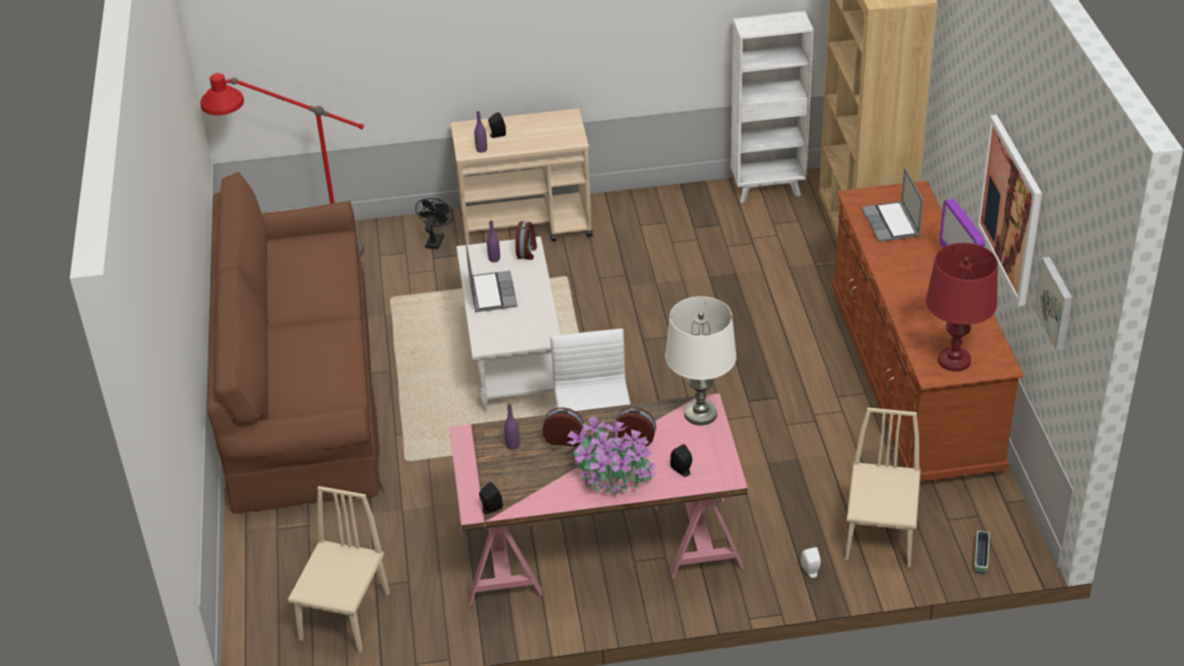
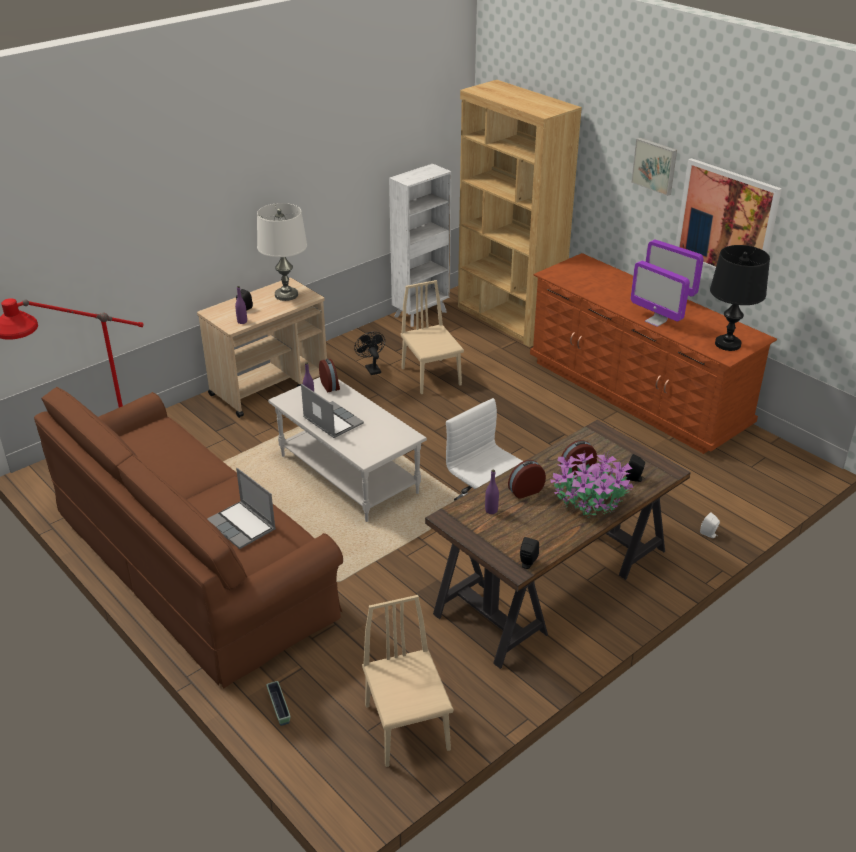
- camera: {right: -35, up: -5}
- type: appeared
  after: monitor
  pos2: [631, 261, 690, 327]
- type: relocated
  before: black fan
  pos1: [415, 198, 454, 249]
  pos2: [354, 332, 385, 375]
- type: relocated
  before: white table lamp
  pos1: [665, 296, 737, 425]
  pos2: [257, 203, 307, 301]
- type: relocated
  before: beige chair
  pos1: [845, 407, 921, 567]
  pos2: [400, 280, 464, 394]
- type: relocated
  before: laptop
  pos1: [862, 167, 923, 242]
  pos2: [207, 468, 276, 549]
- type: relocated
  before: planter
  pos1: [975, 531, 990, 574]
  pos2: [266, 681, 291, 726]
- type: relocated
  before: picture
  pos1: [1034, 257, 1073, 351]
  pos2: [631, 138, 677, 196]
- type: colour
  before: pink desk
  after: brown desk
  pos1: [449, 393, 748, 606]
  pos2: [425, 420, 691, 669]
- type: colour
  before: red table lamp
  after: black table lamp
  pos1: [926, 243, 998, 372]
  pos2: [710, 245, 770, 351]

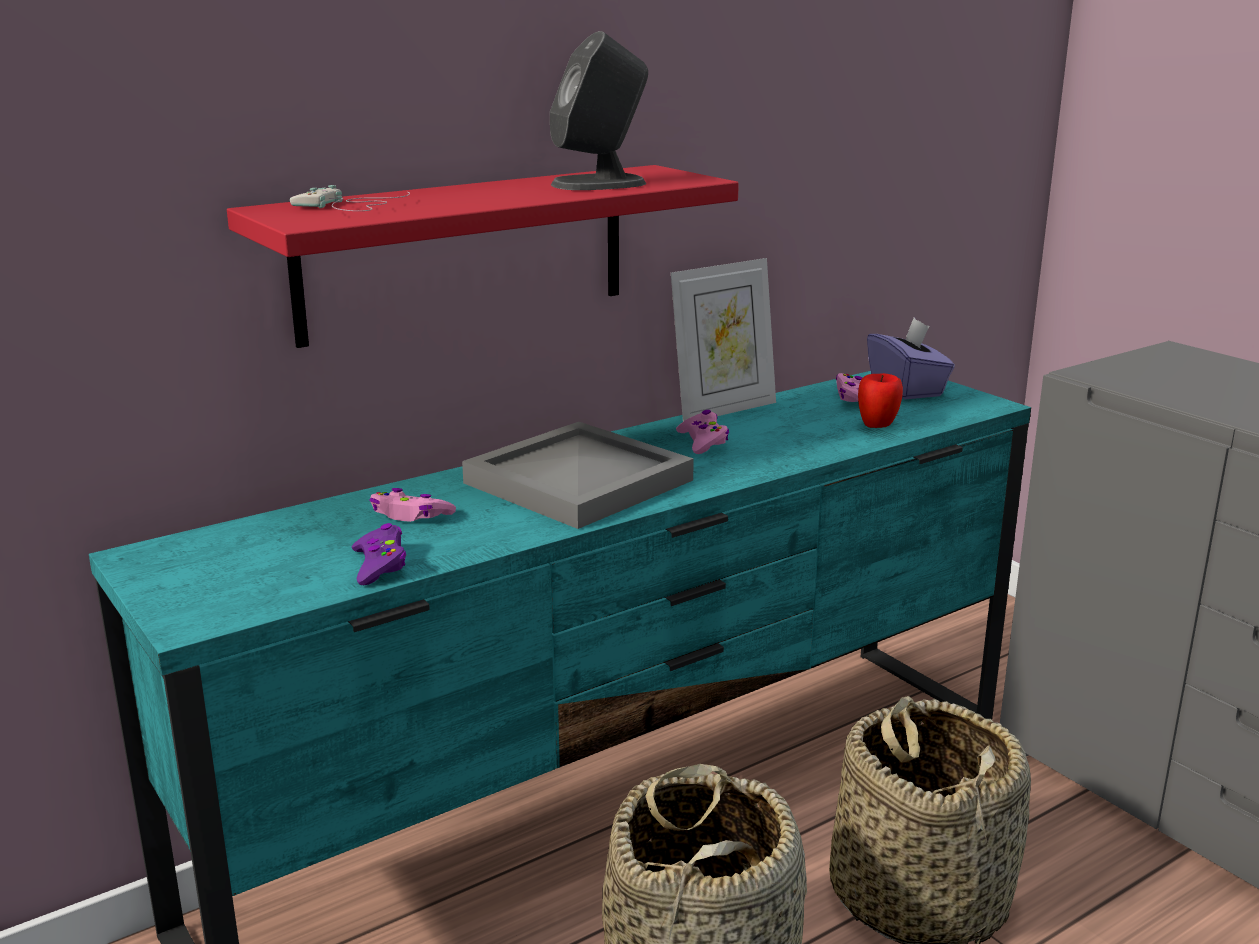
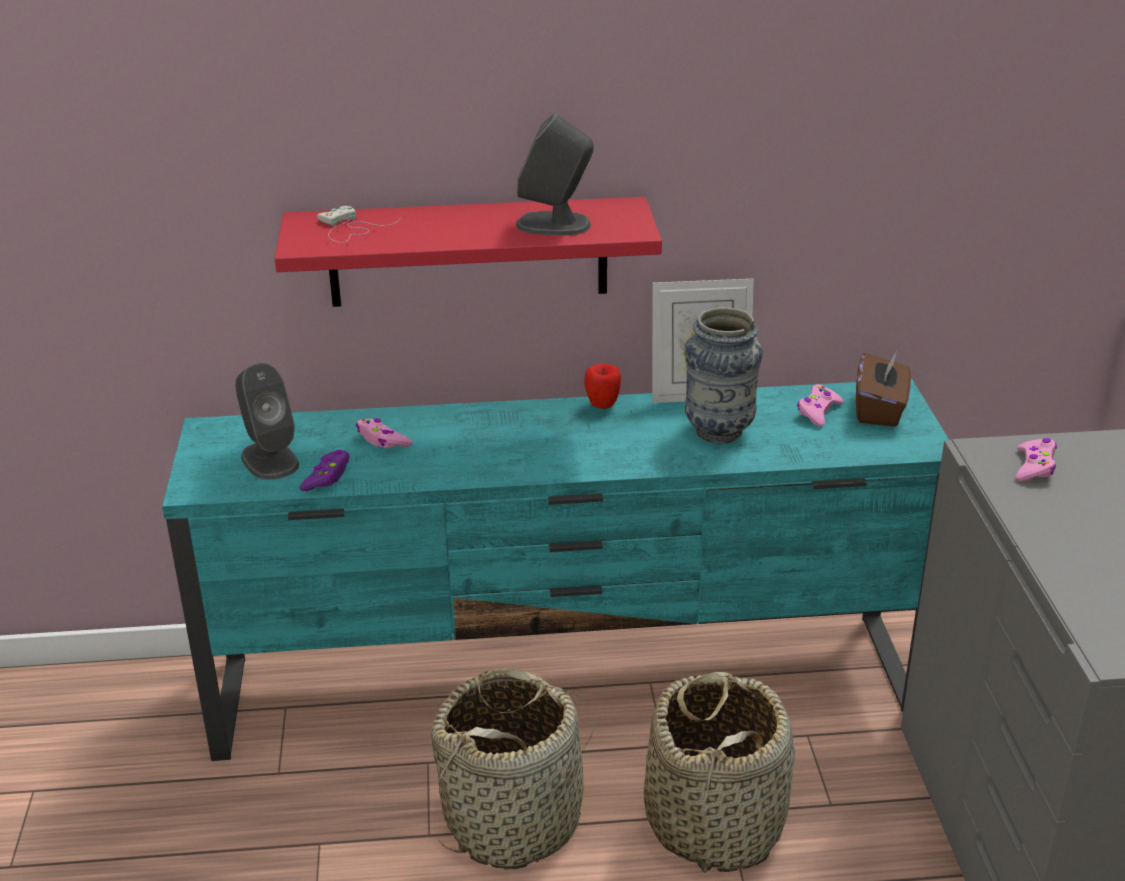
- camera: {right: 30, up: 10}
- type: missing
  before: grey tray
  pos1: [462, 422, 694, 529]
- type: appeared
  after: grey speaker
  pos2: [235, 363, 299, 480]
- type: appeared
  after: vase
  pos2: [685, 307, 763, 443]
- type: relocated
  before: pink game controller
  pos1: [676, 410, 729, 454]
  pos2: [1016, 438, 1057, 481]
- type: relocated
  before: apple
  pos1: [858, 373, 903, 428]
  pos2: [584, 363, 621, 409]
- type: colour
  before: purple tissue box
  after: brown tissue box
  pos1: [867, 318, 955, 399]
  pos2: [856, 349, 911, 427]

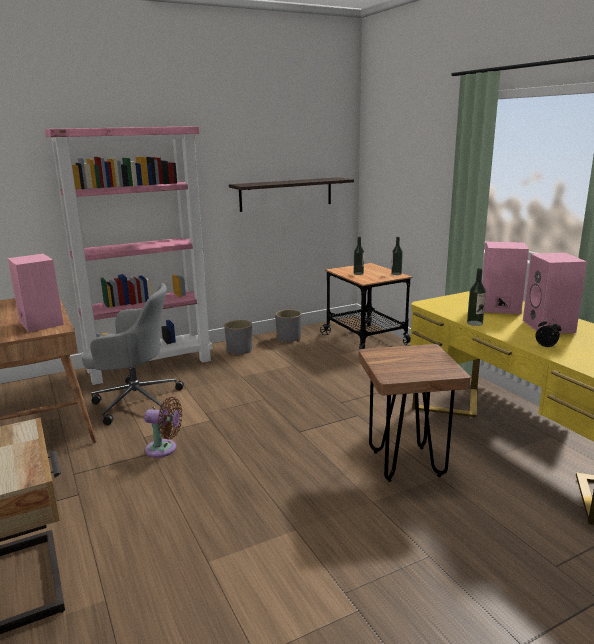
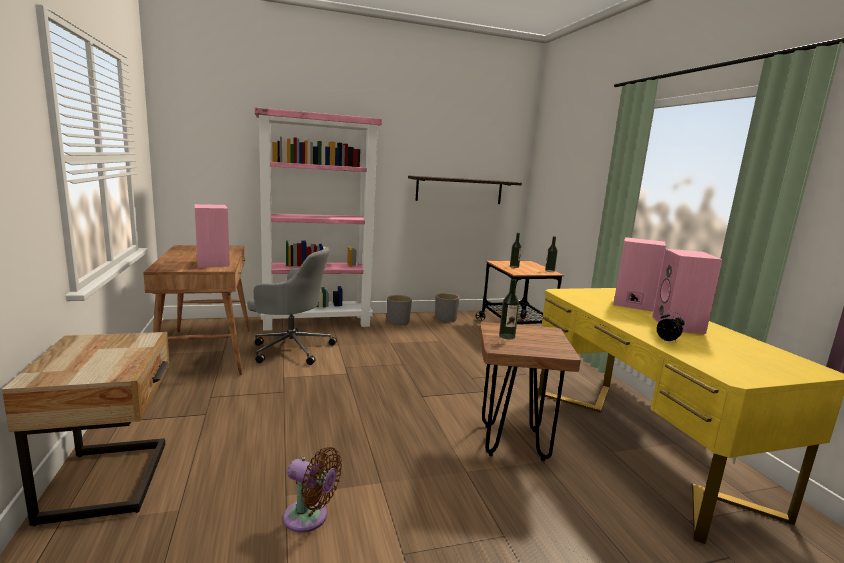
- camera: {right: 10, up: -5}
- type: relocated
  before: brown fan
  pos1: [144, 397, 182, 458]
  pos2: [283, 447, 342, 533]
- type: relocated
  before: bottle
  pos1: [467, 268, 486, 326]
  pos2: [499, 279, 519, 339]

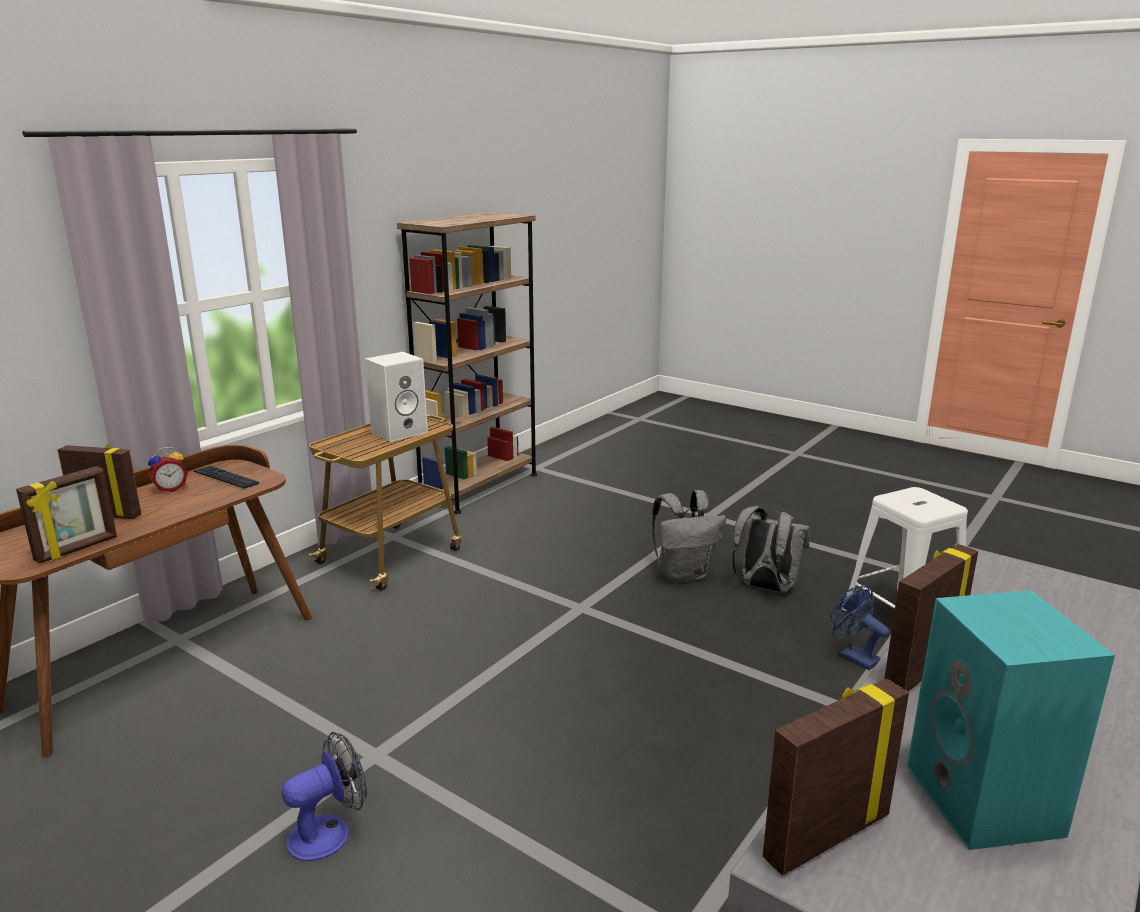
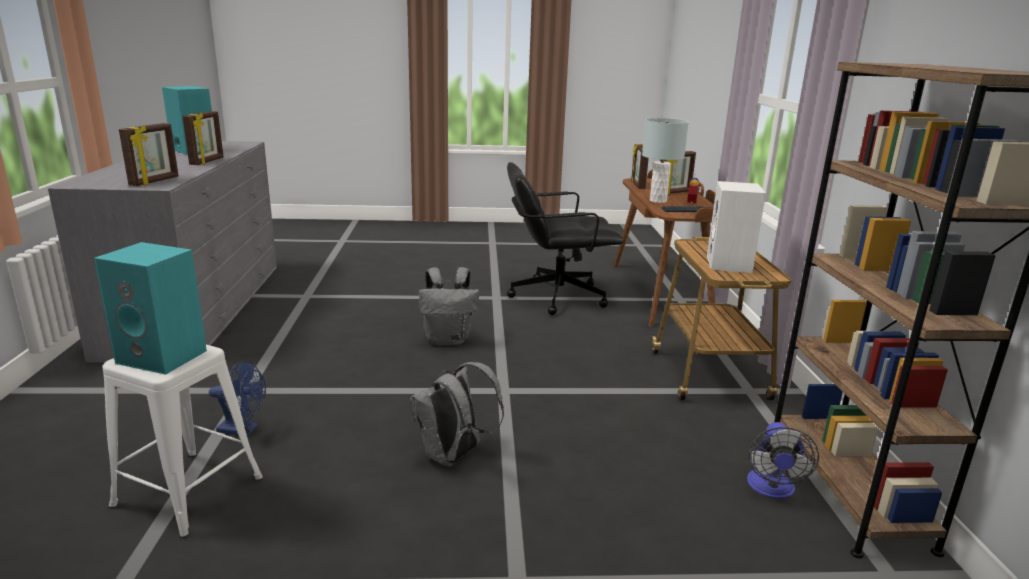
- camera: {right: 140, up: 0}
- type: appeared
  after: turquoise speaker
  pos2: [94, 242, 207, 375]
- type: appeared
  after: black office chair
  pos2: [507, 162, 624, 315]
- type: appeared
  after: grey table lamp
  pos2: [642, 118, 689, 203]
- type: relocated
  before: fan
  pos1: [282, 732, 367, 861]
  pos2: [747, 422, 819, 499]
- type: relocated
  before: grey backpack
  pos1: [732, 506, 810, 593]
  pos2: [419, 267, 479, 346]
- type: relocated
  before: picture frame
  pos1: [763, 679, 909, 876]
  pos2: [119, 123, 179, 186]

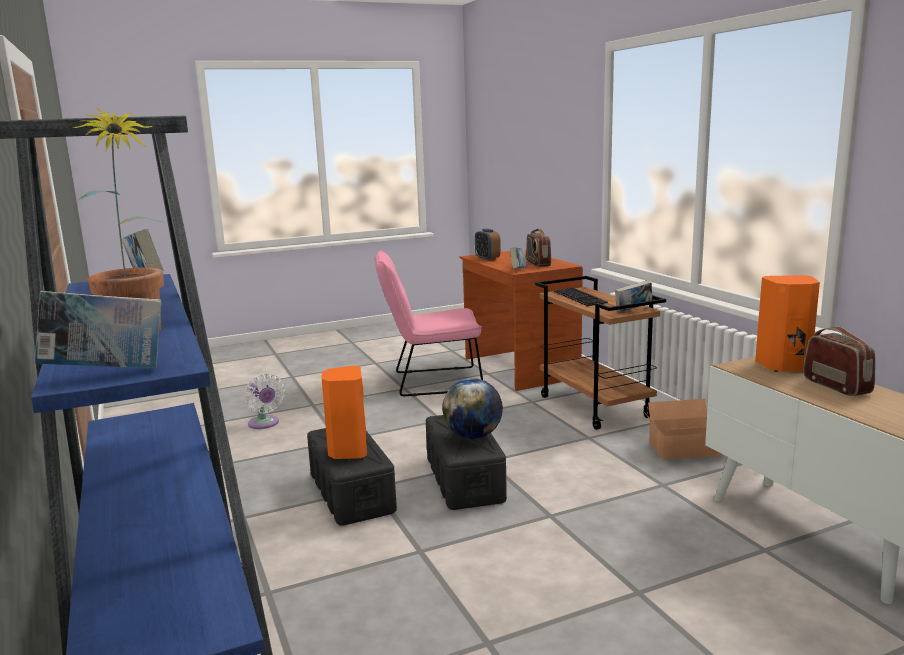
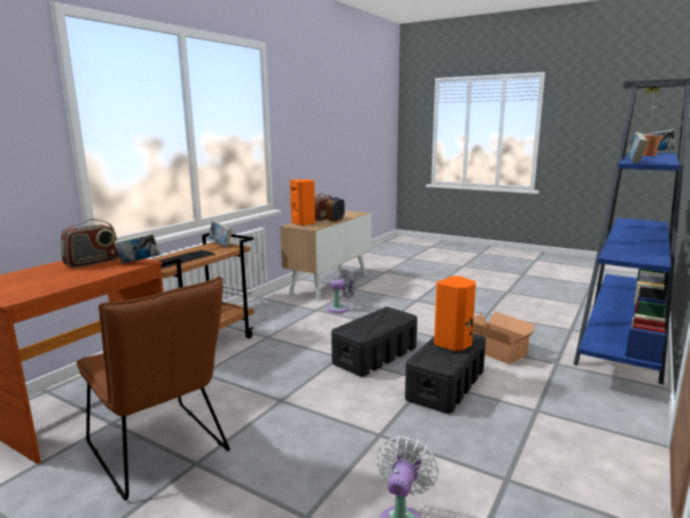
- camera: {right: -125, up: 0}
- type: missing
  before: globe
  pos1: [442, 378, 503, 439]
- type: appeared
  after: grey fan
  pos2: [328, 269, 356, 313]
- type: relocated
  before: alarm clock
  pos1: [475, 229, 501, 261]
  pos2: [326, 197, 345, 222]
- type: relocated
  before: cardboard box
  pos1: [644, 399, 723, 460]
  pos2: [473, 311, 536, 364]
- type: colour
  before: pink chair
  after: brown chair
  pos1: [375, 250, 483, 396]
  pos2: [76, 276, 230, 500]

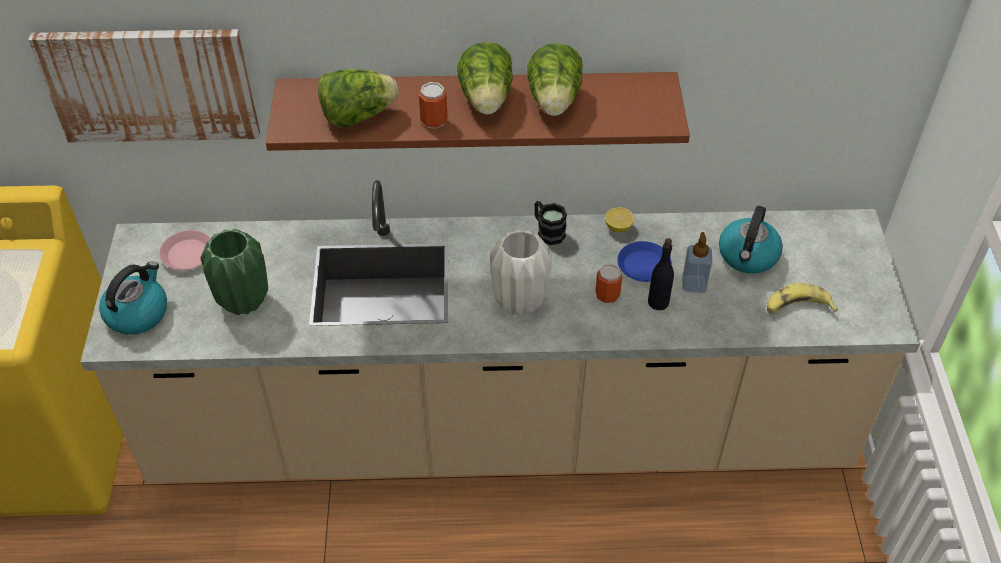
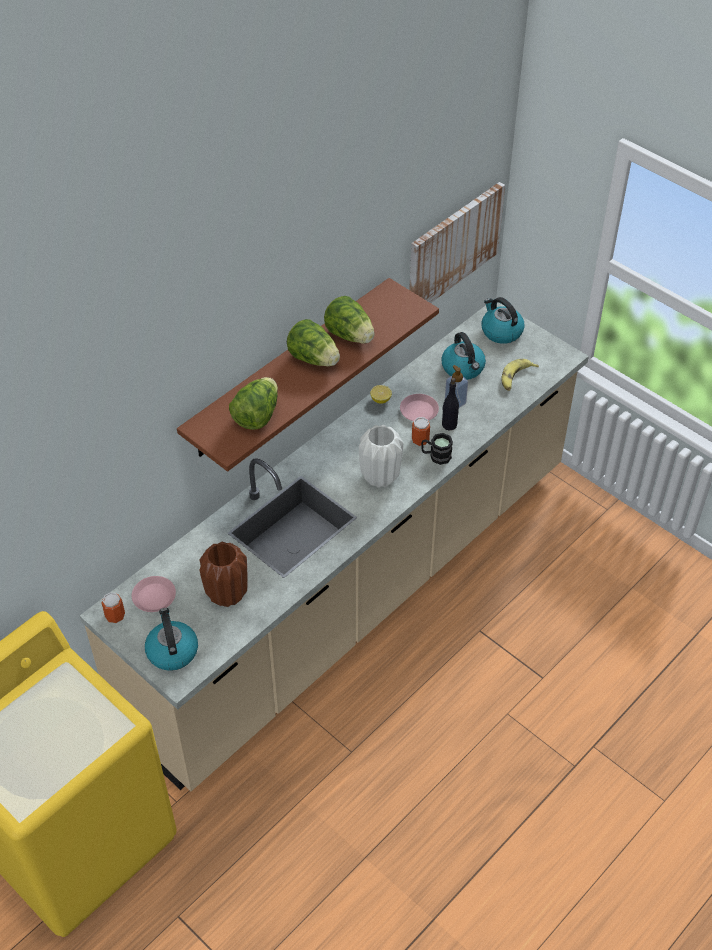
- camera: {right: -45, up: 0}
- type: appeared
  after: kettle
  pos2: [481, 297, 525, 344]
- type: relocated
  before: picture
  pos1: [28, 29, 260, 143]
  pos2: [409, 182, 505, 303]
- type: relocated
  before: can
  pos1: [419, 82, 448, 129]
  pos2: [102, 592, 125, 623]
- type: relocated
  before: black mug
  pos1: [535, 201, 567, 245]
  pos2: [421, 433, 453, 465]
- type: colour
  before: green vase
  after: brown vase
  pos1: [200, 229, 268, 315]
  pos2: [200, 542, 248, 607]
- type: colour
  before: blue plate
  after: pink plate
  pos1: [617, 241, 672, 282]
  pos2: [400, 394, 439, 421]

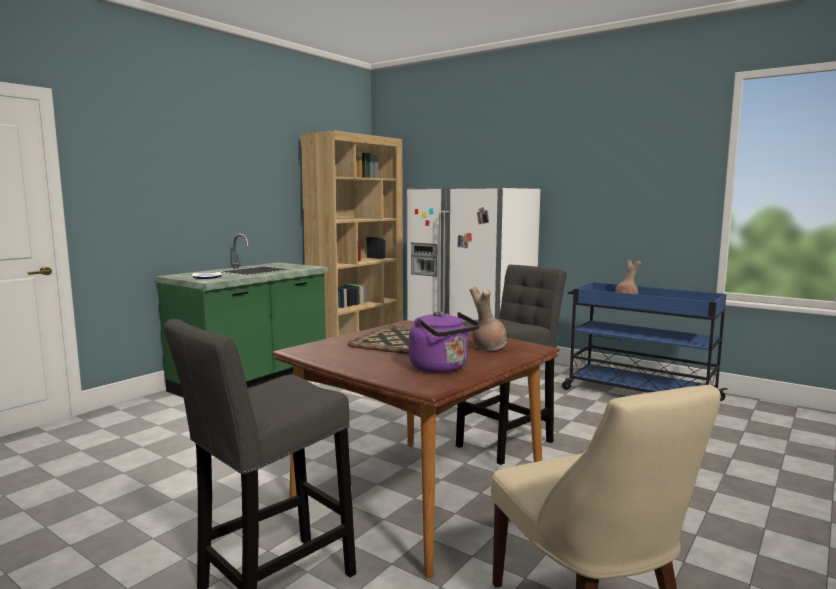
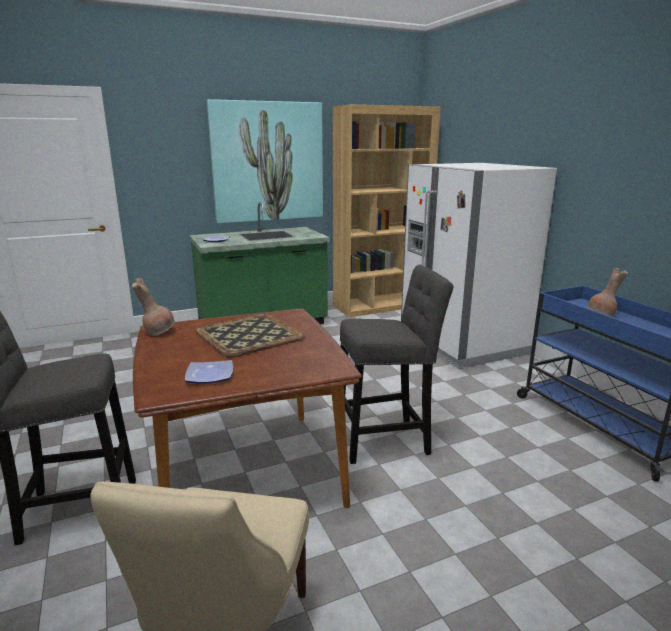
- camera: {right: 30, up: 10}
- type: appeared
  after: picture
  pos2: [207, 99, 323, 223]
- type: relocated
  before: brown vase
  pos1: [469, 287, 507, 351]
  pos2: [132, 278, 175, 336]
- type: exchanged
  before: purple kettle
  after: plate
  pos1: [409, 311, 480, 373]
  pos2: [185, 360, 233, 383]

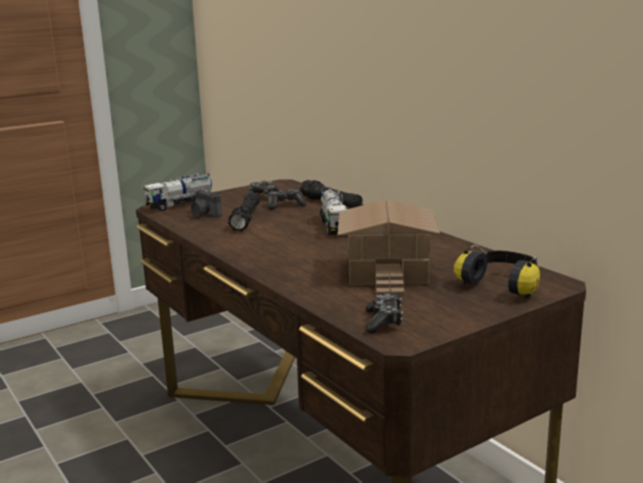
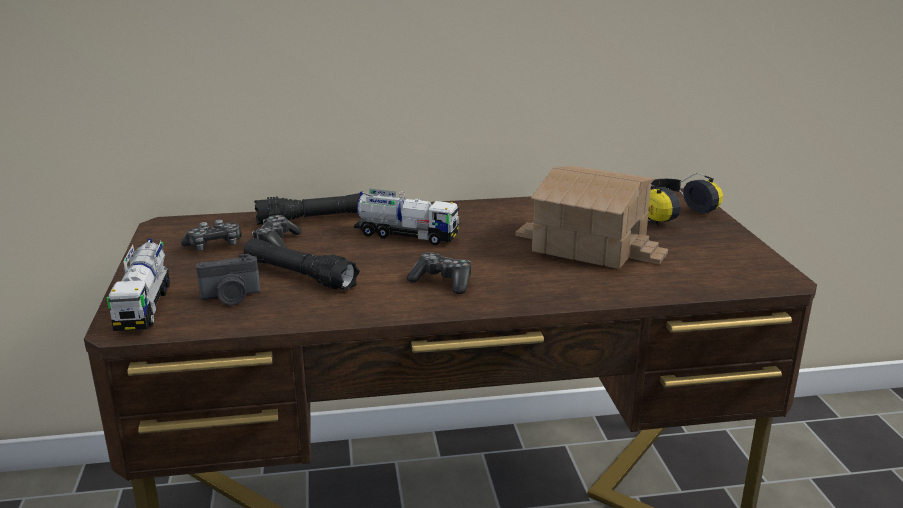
- camera: {right: -65, up: 5}
- type: relocated
  before: game controller
  pos1: [365, 293, 403, 333]
  pos2: [407, 252, 471, 294]

